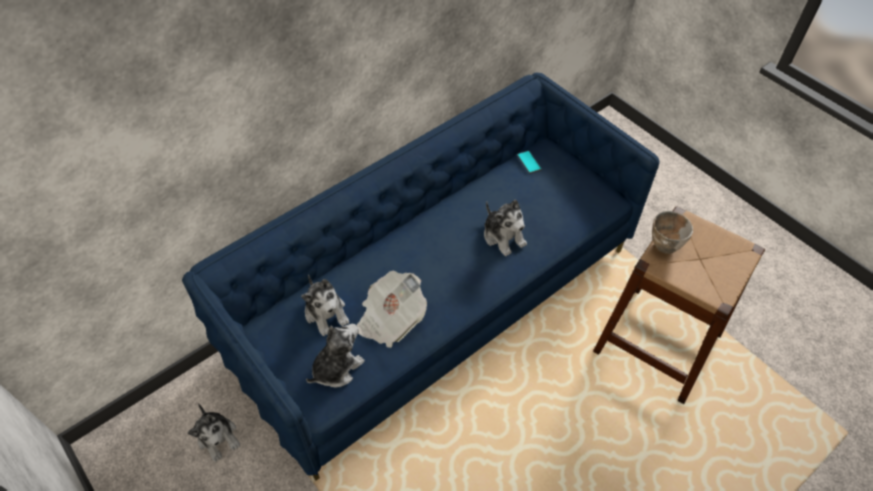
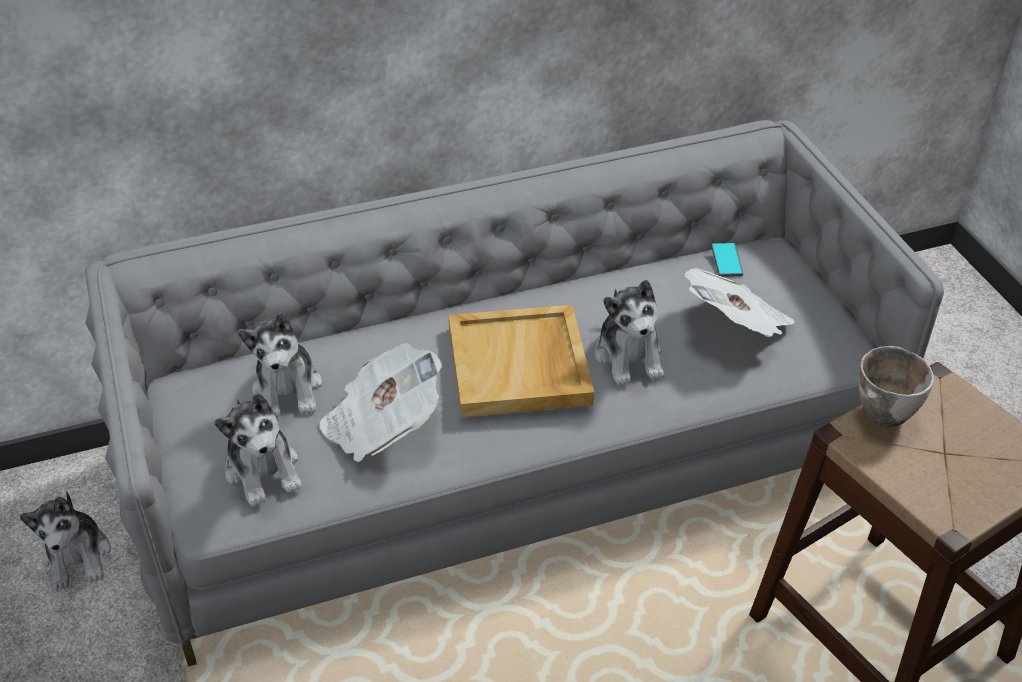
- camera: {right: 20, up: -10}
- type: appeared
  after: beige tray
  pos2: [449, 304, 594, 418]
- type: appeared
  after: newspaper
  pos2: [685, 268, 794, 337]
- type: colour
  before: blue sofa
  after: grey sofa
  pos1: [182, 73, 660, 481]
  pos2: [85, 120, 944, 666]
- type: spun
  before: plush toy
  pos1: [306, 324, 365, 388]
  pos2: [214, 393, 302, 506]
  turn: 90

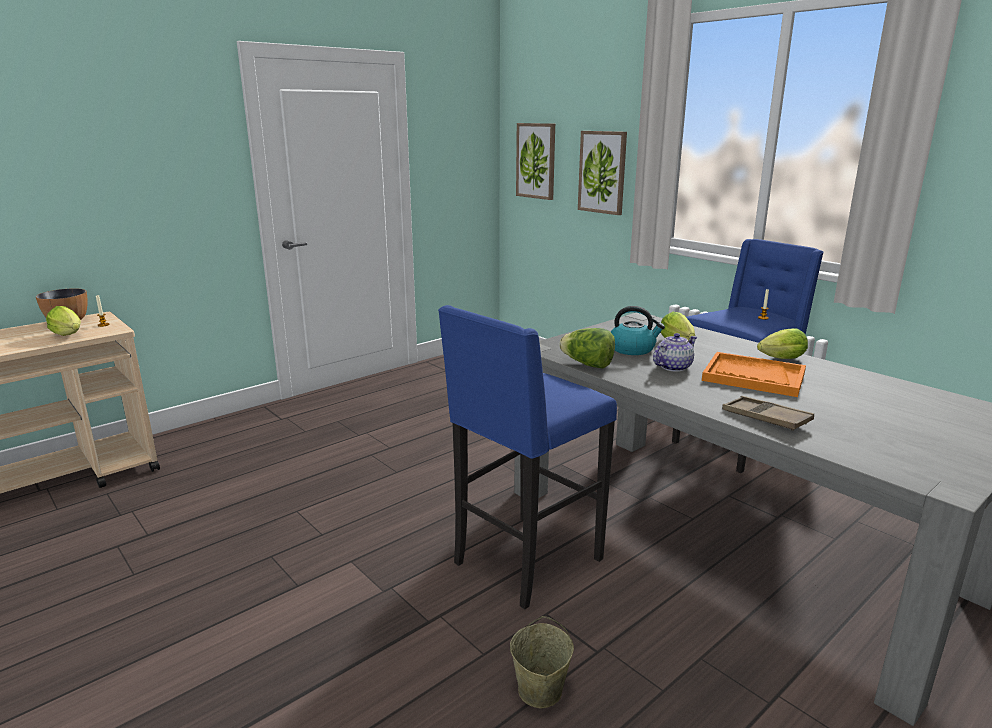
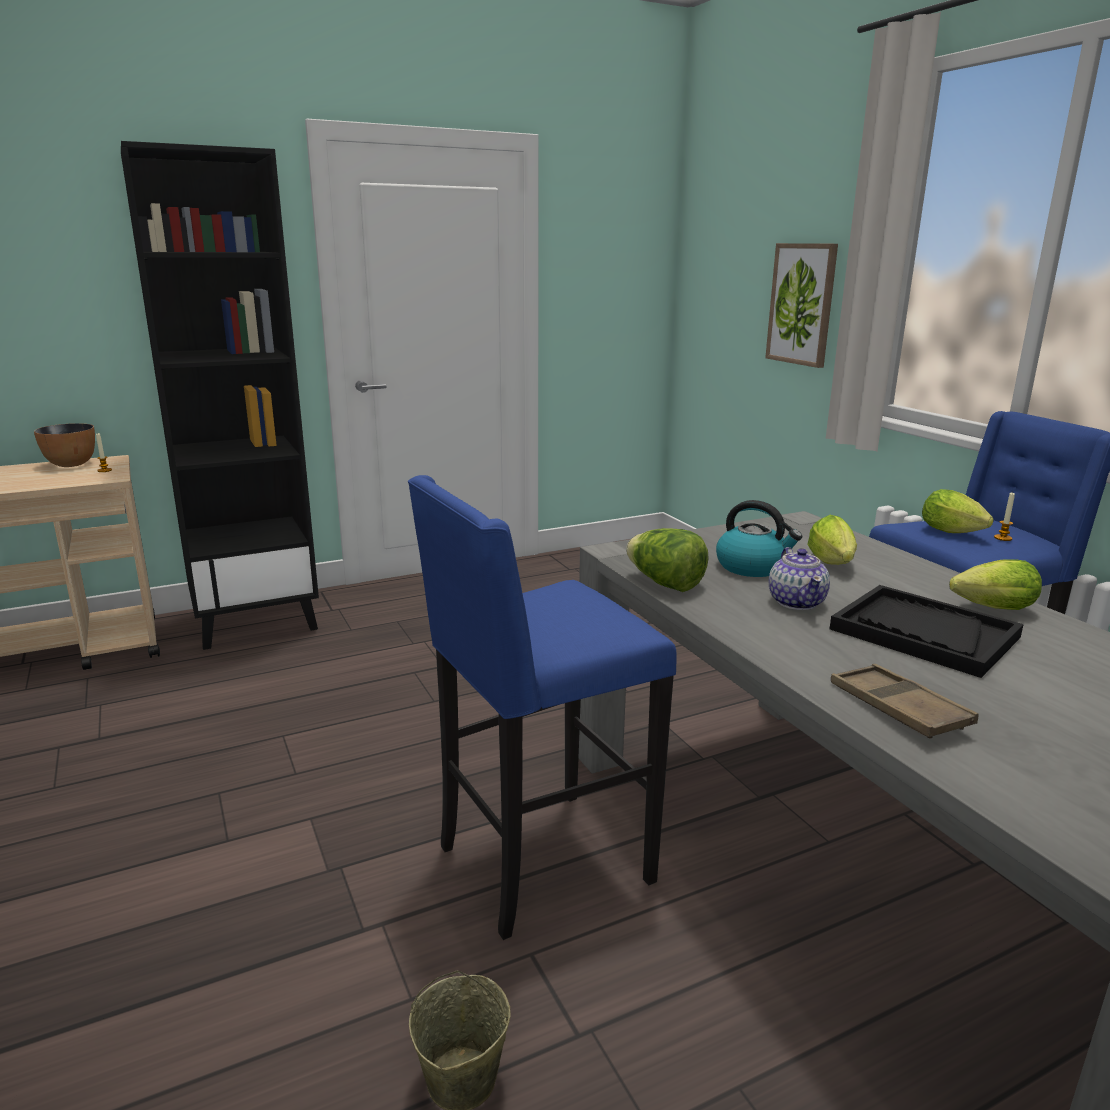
- camera: {right: 15, up: 0}
- type: missing
  before: picture
  pos1: [516, 123, 555, 200]
- type: appeared
  after: black bookcase
  pos2: [121, 141, 319, 650]
- type: relocated
  before: lettuce
  pos1: [46, 306, 81, 336]
  pos2: [922, 489, 994, 533]
- type: colour
  before: orange tray
  after: black tray
  pos1: [702, 352, 806, 397]
  pos2: [830, 585, 1024, 678]
- type: spun
  before: teapot
  pos1: [653, 333, 697, 372]
  pos2: [769, 547, 830, 610]
  turn: 105

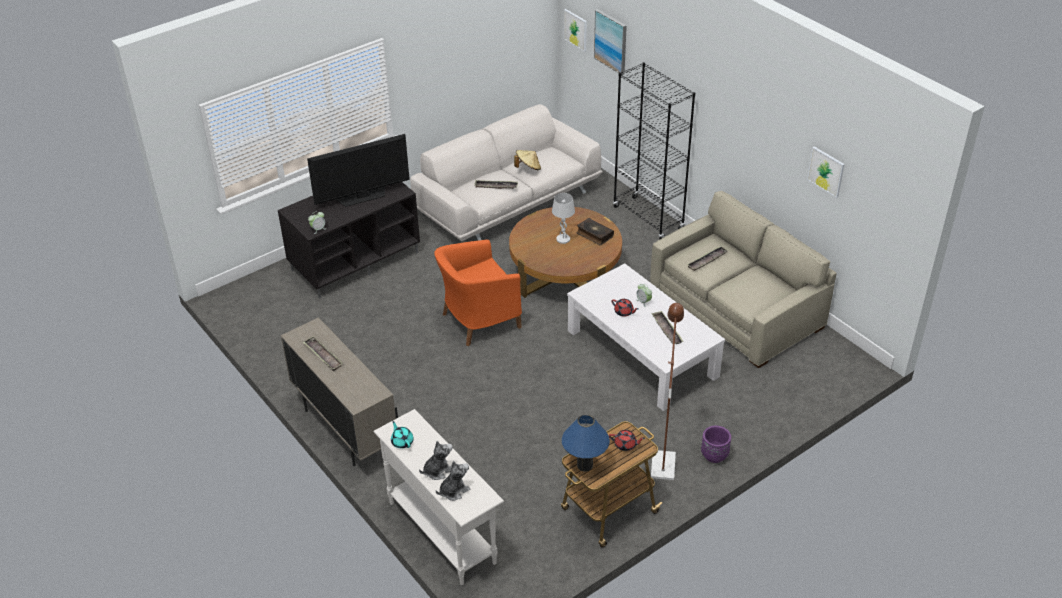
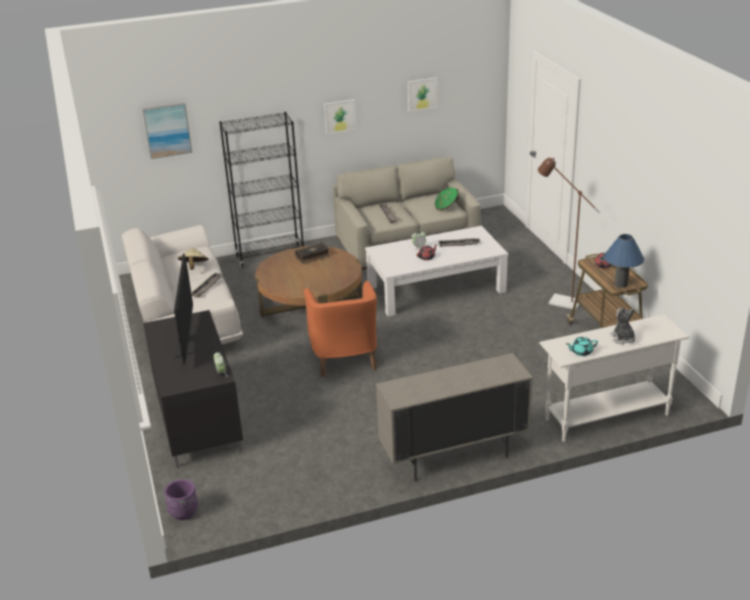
- camera: {right: -70, up: -10}
- type: missing
  before: tray
  pos1: [303, 336, 343, 371]
- type: missing
  before: plush toy
  pos1: [436, 461, 470, 501]
- type: missing
  before: white table lamp
  pos1: [552, 193, 575, 244]
- type: appeared
  after: green hat
  pos2: [435, 188, 458, 210]
- type: relocated
  before: picture
  pos1: [564, 9, 587, 52]
  pos2: [324, 99, 356, 134]
- type: relocated
  before: purple planter
  pos1: [701, 426, 731, 463]
  pos2: [164, 479, 198, 520]

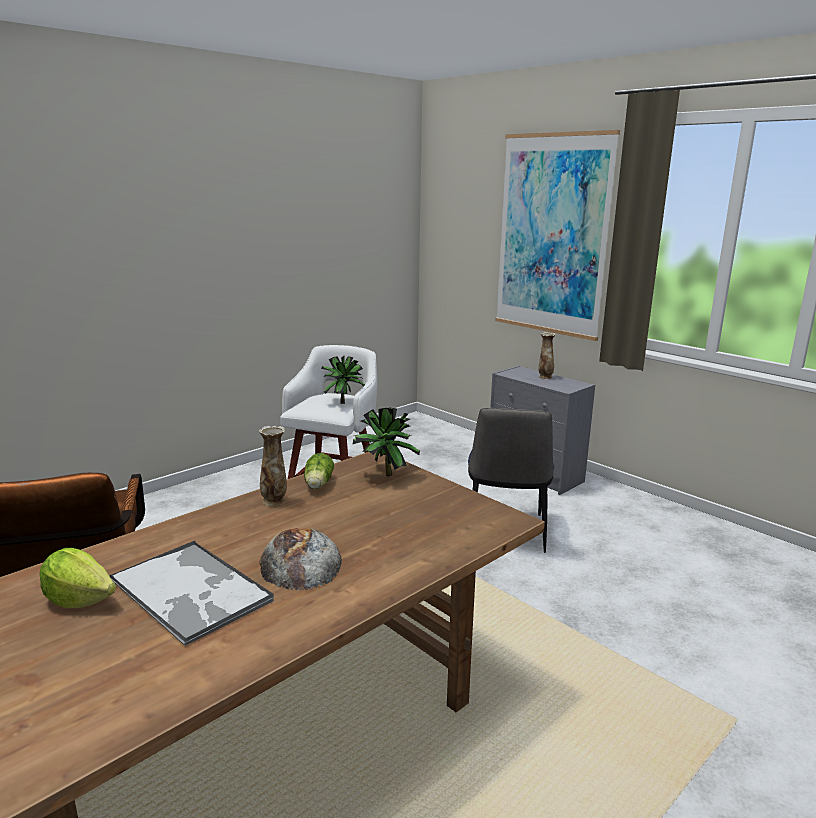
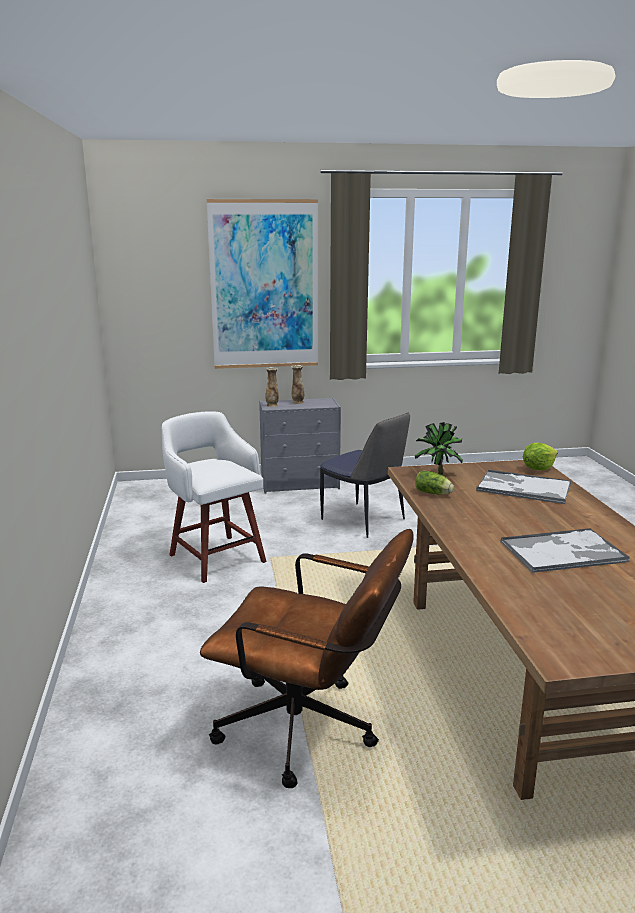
- camera: {right: -55, up: 0}
- type: missing
  before: bread
  pos1: [259, 528, 342, 590]
- type: missing
  before: potted plant
  pos1: [321, 356, 365, 404]
- type: appeared
  after: tray
  pos2: [476, 469, 571, 504]
- type: relocated
  before: lettuce
  pos1: [39, 548, 116, 608]
  pos2: [523, 443, 558, 470]
- type: relocated
  before: vase
  pos1: [259, 426, 287, 506]
  pos2: [266, 367, 279, 407]

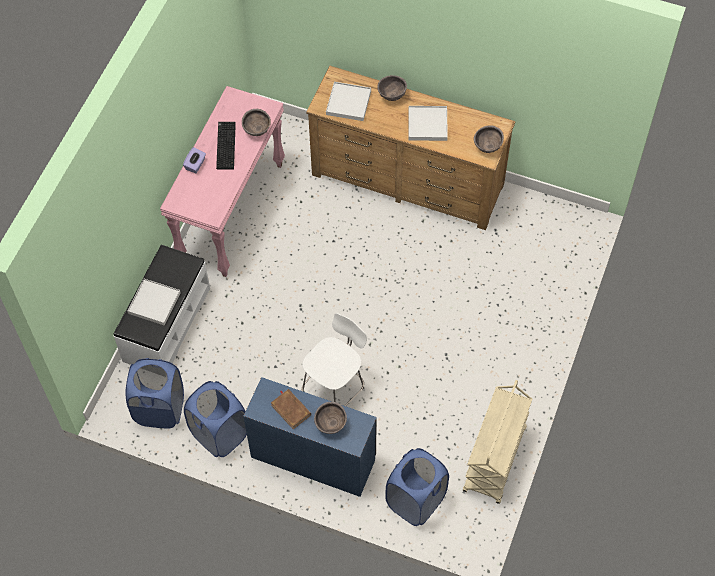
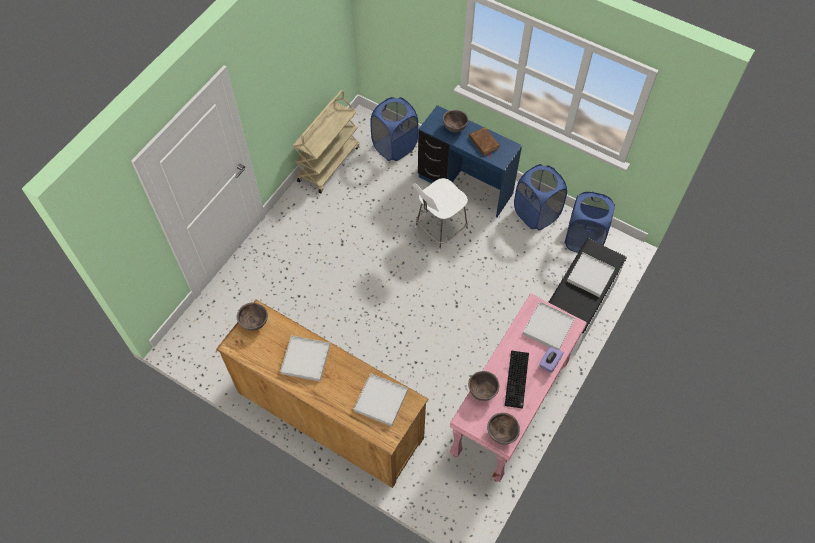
- camera: {right: -170, up: 0}
- type: appeared
  after: white tray
  pos2: [523, 301, 575, 350]
- type: relocated
  before: brown bowl
  pos1: [377, 75, 407, 101]
  pos2: [487, 413, 520, 445]

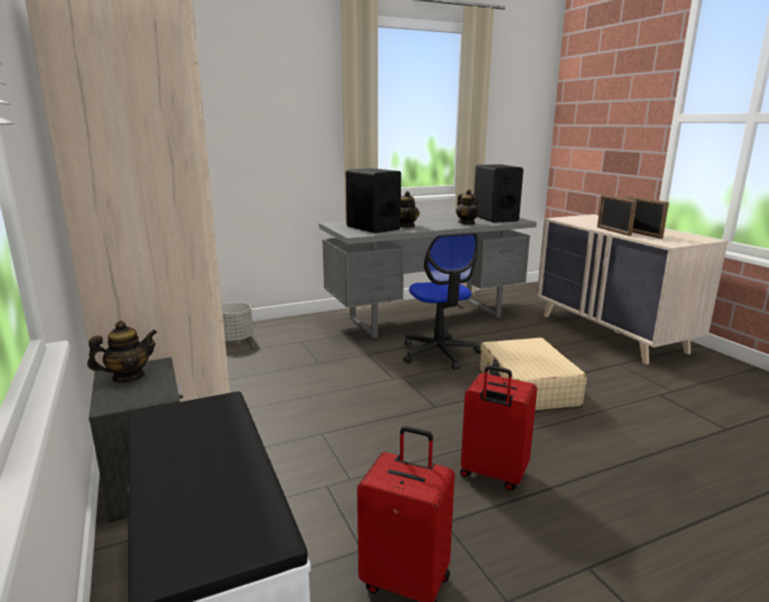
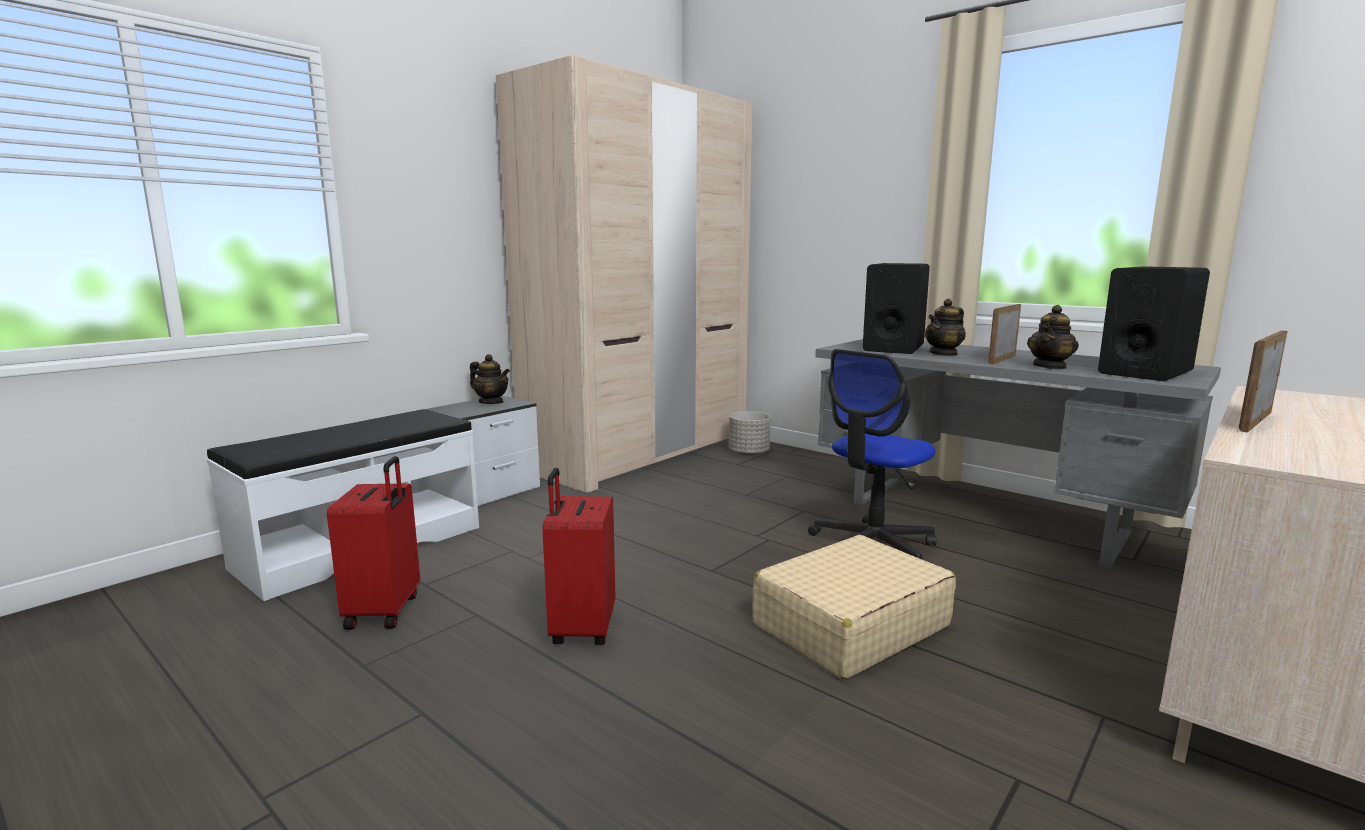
- camera: {right: 65, up: -5}
- type: relocated
  before: picture frame
  pos1: [626, 196, 669, 239]
  pos2: [988, 304, 1021, 364]

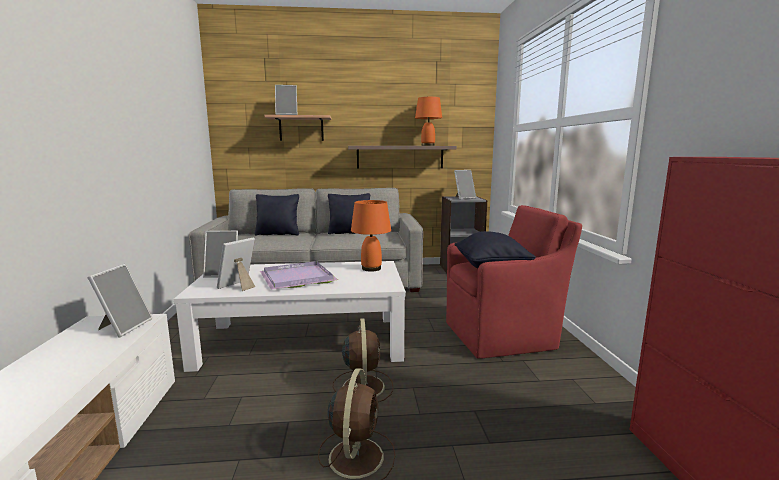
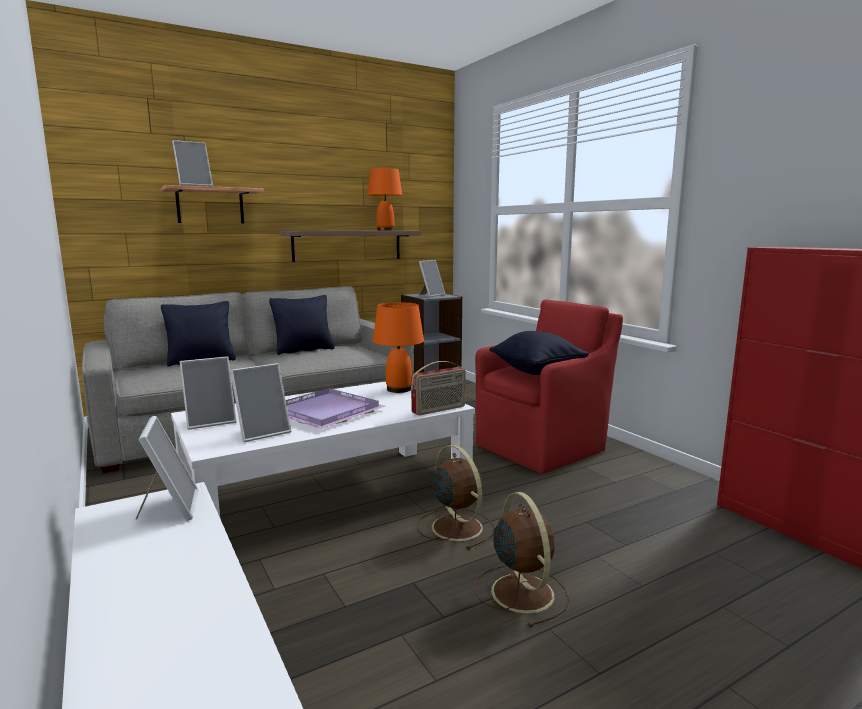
- camera: {right: -25, up: 0}
- type: appeared
  after: radio
  pos2: [411, 361, 466, 415]
- type: spun
  before: picture frame
  pos1: [217, 238, 256, 291]
  pos2: [230, 363, 291, 442]
  turn: -135

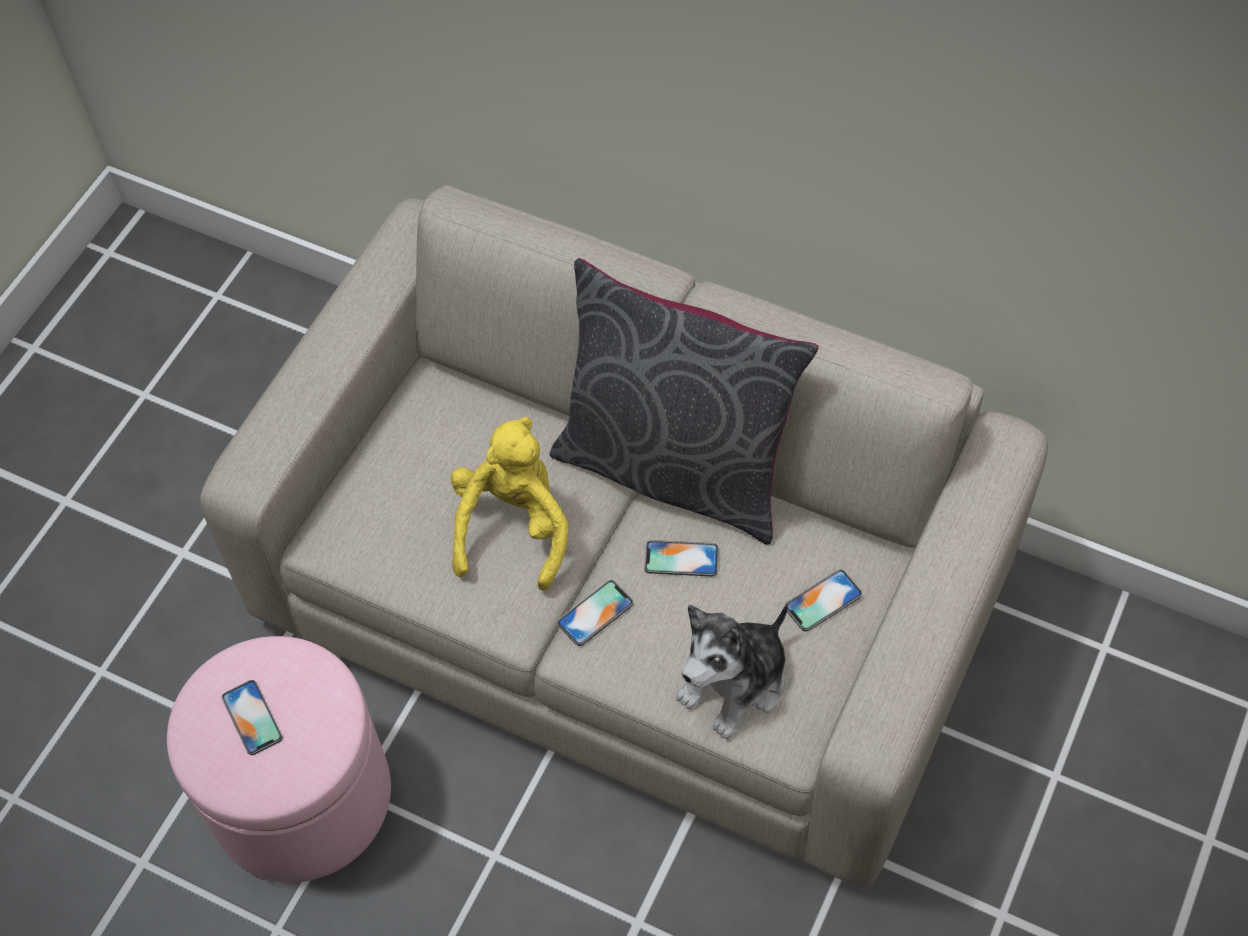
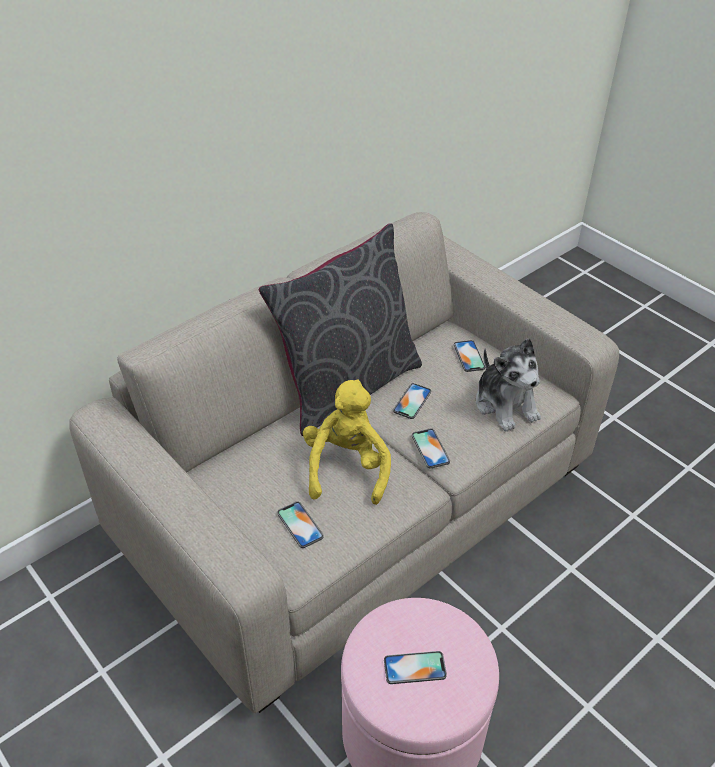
- camera: {right: -70, up: -15}
- type: appeared
  after: phone
  pos2: [277, 501, 324, 548]
- type: spun
  before: yellow plush toy
  pos1: [451, 417, 569, 591]
  pos2: [303, 380, 391, 505]
  turn: 60

